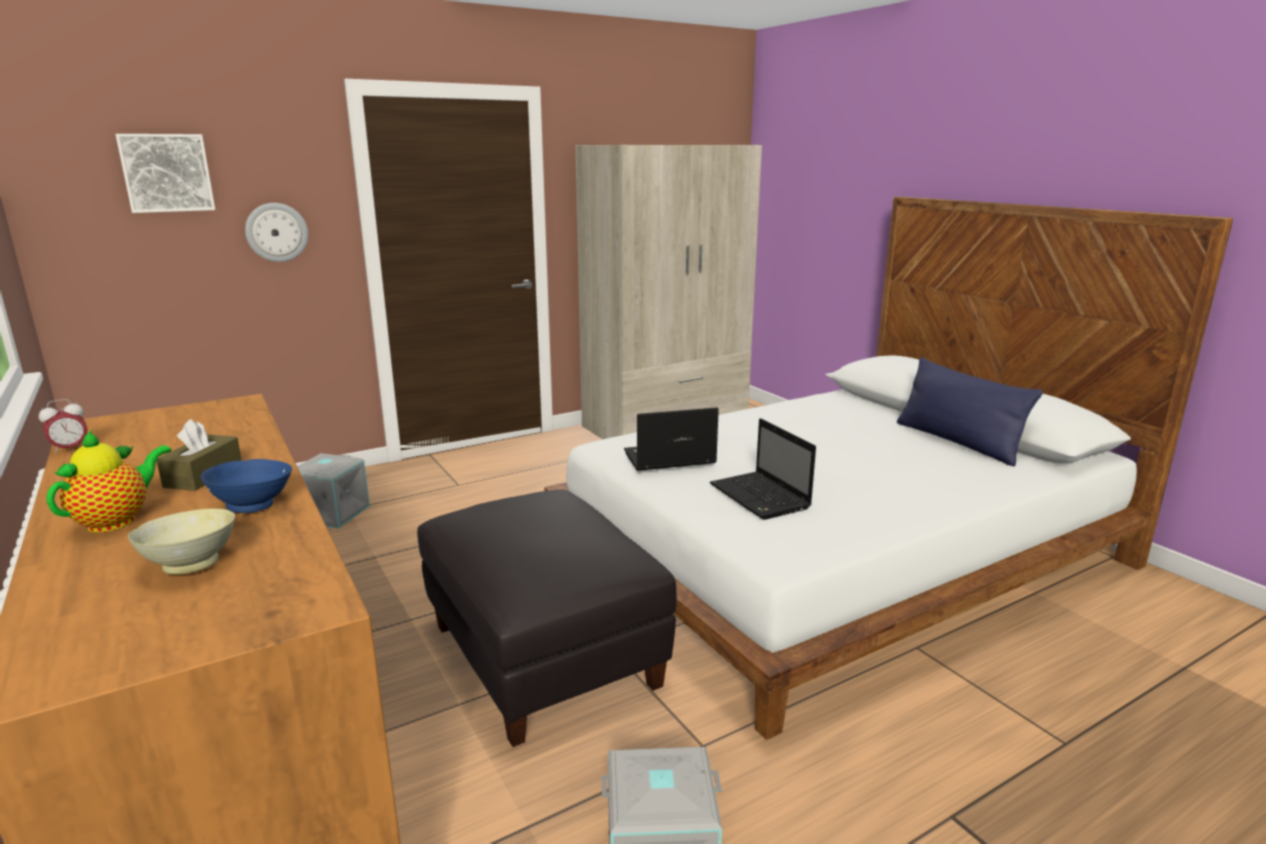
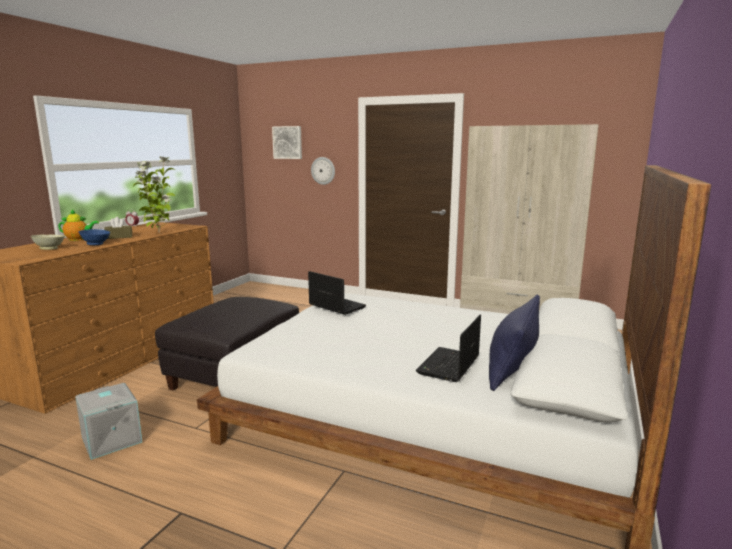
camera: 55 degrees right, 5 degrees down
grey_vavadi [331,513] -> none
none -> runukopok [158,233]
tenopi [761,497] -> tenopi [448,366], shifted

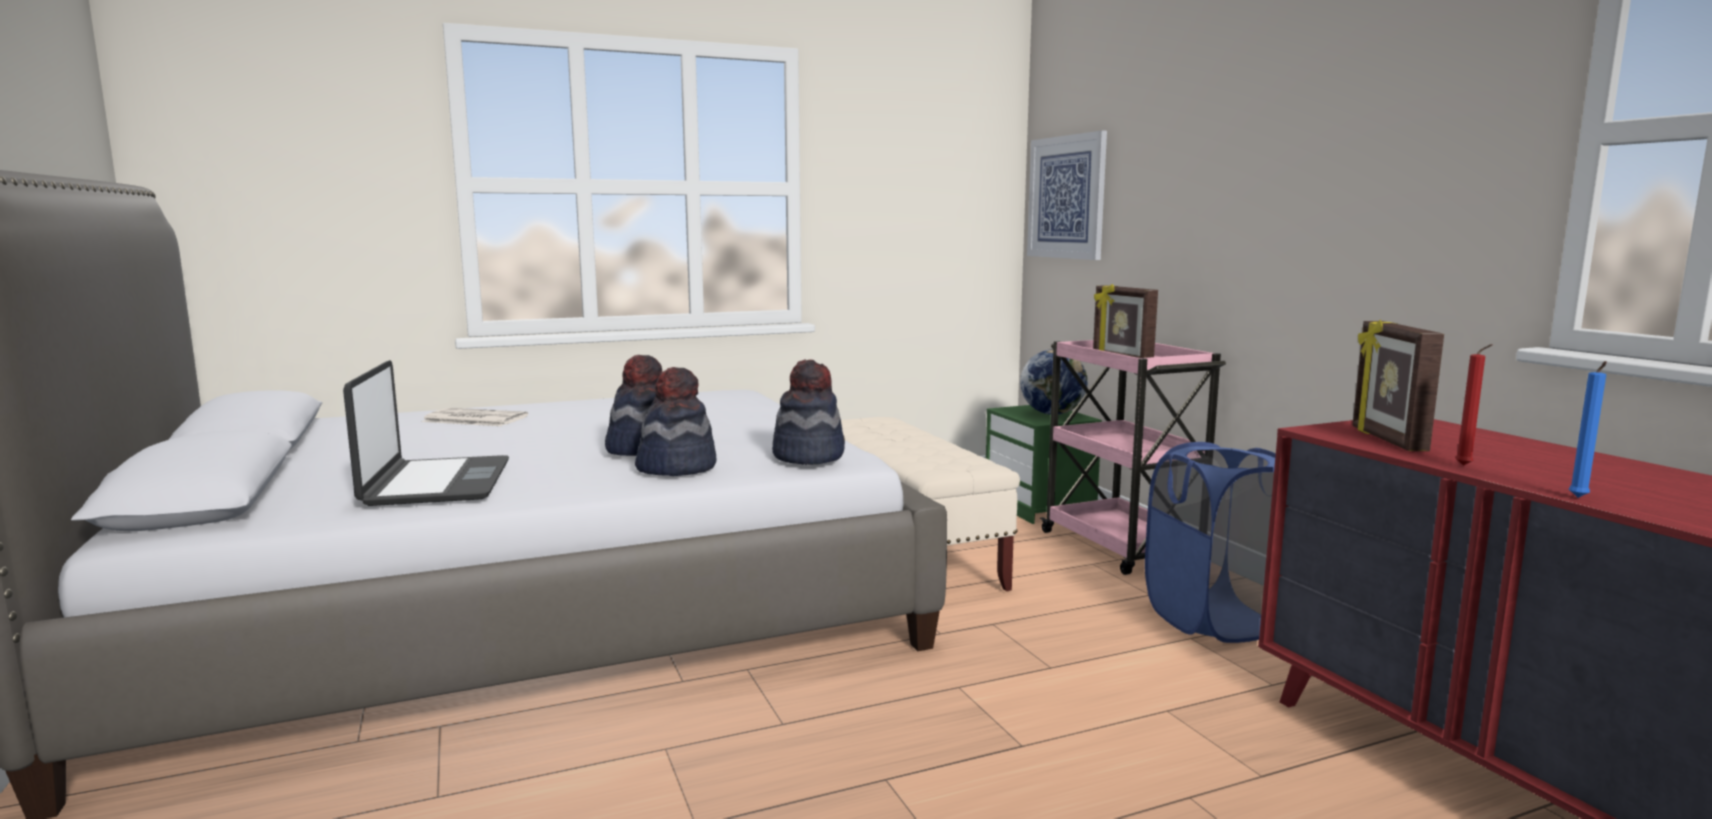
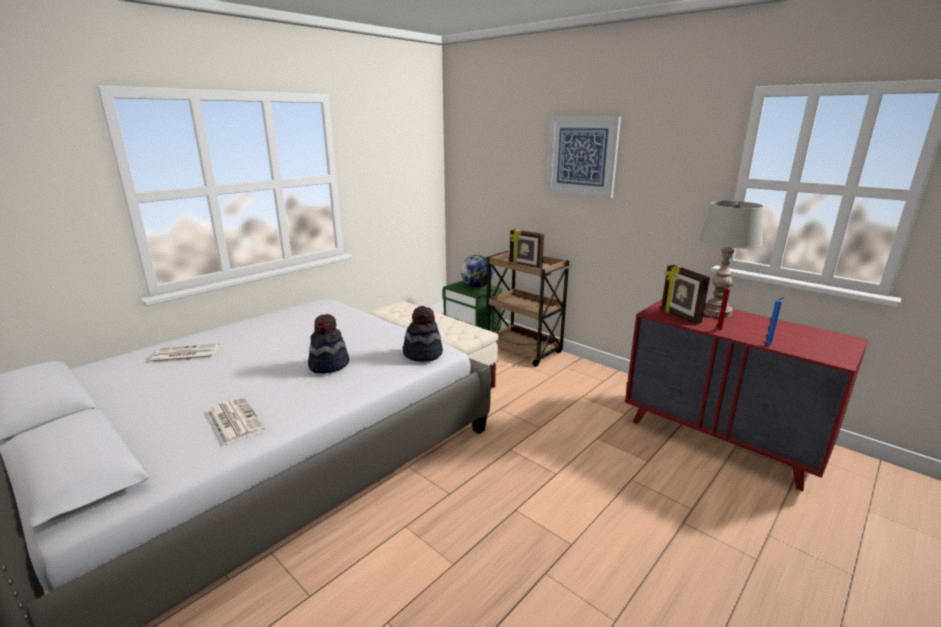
camera: 25 degrees left, 10 degrees up
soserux [676,467] -> none
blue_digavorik [1214,619] -> none
none -> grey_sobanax [716,312]
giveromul [1066,197] -> giveromul [582,156], shifted
tenopi [436,483] -> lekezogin [234,420]
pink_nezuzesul [1122,548] -> brown_nezuzesul [524,350]

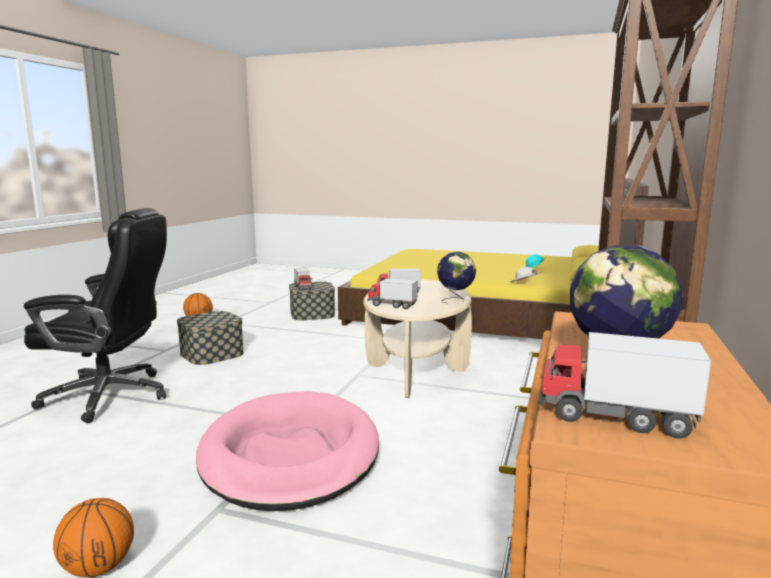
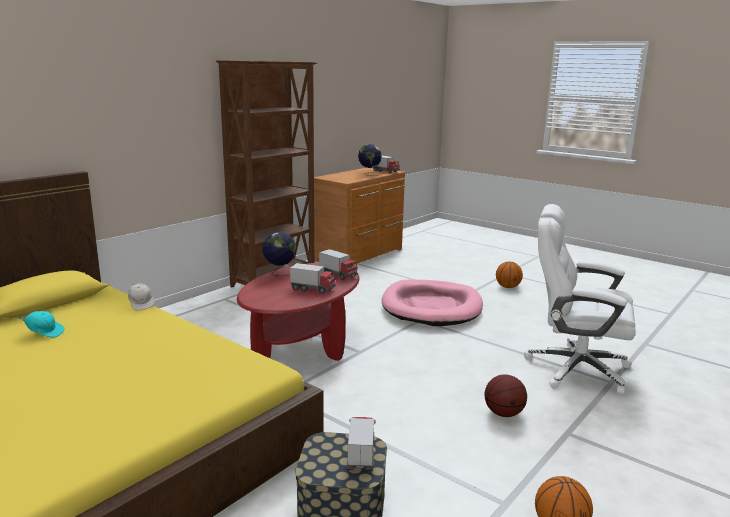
camera: 160 degrees left, 5 degrees up
vavadi [212,353] -> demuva [503,413]
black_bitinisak [110,396] -> white_bitinisak [575,368]
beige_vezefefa [416,368] -> red_vezefefa [302,349]

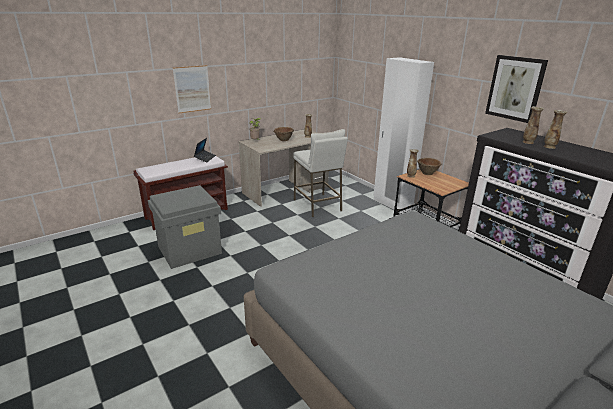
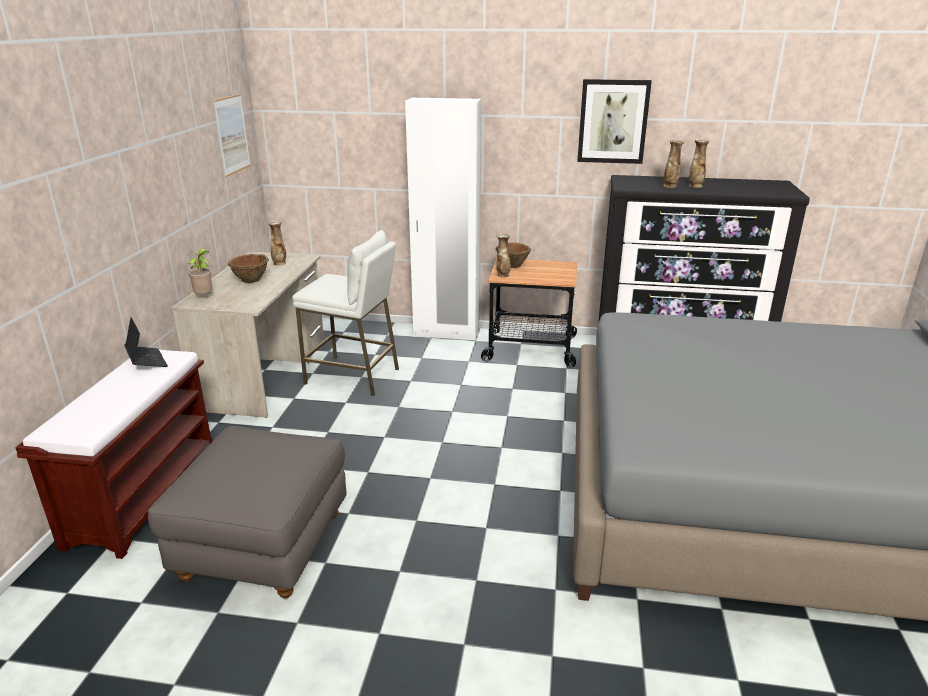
camera: 45 degrees left, 0 degrees up
giveromul [192,89] -> giveromul [232,134], shifted
grey_vavadi [190,249] -> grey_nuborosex [263,545]

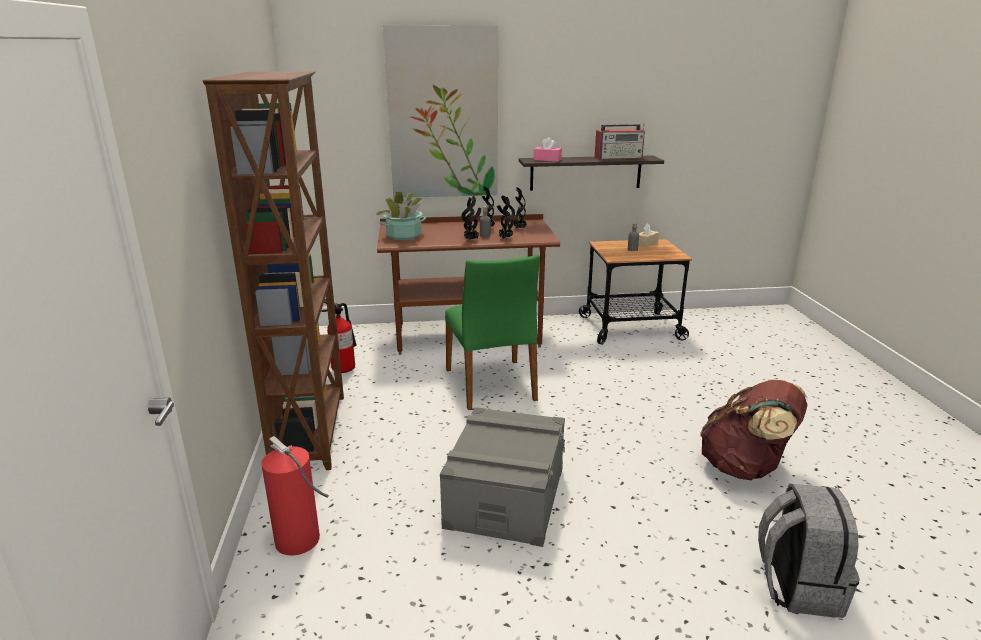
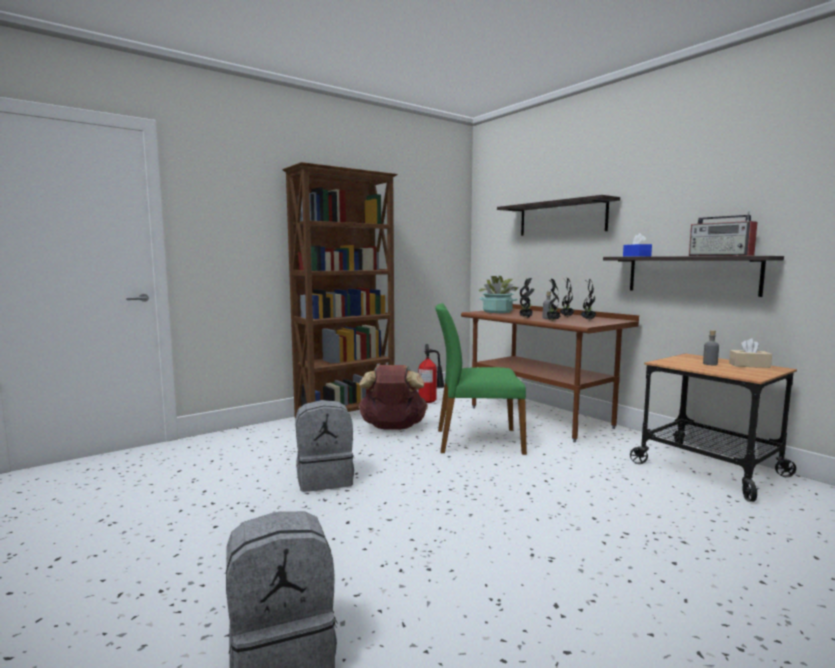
camera: 60 degrees right, 15 degrees down
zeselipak [298,541] -> none
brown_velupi [745,468] -> brown_velupi [392,428], shifted
giveromul [443,114] -> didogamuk [561,218]
grey_vavadi [505,497] -> grey_velupi [325,479]
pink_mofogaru [547,159] -> blue_mofogaru [636,256]
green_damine [492,384] -> green_damine [477,441], 45 degrees clockwise

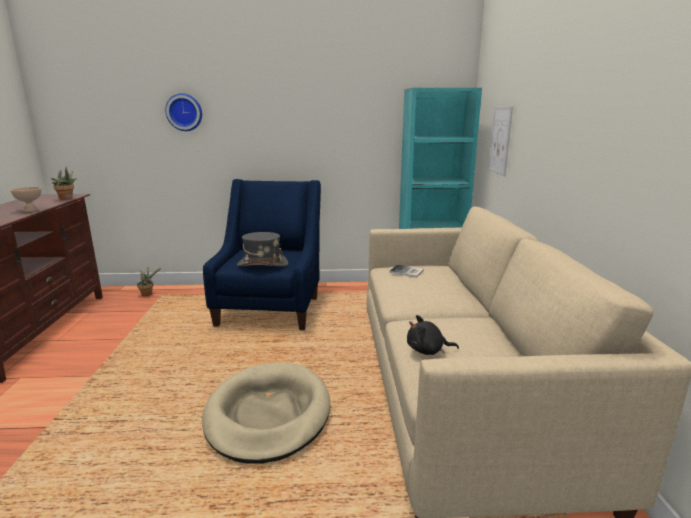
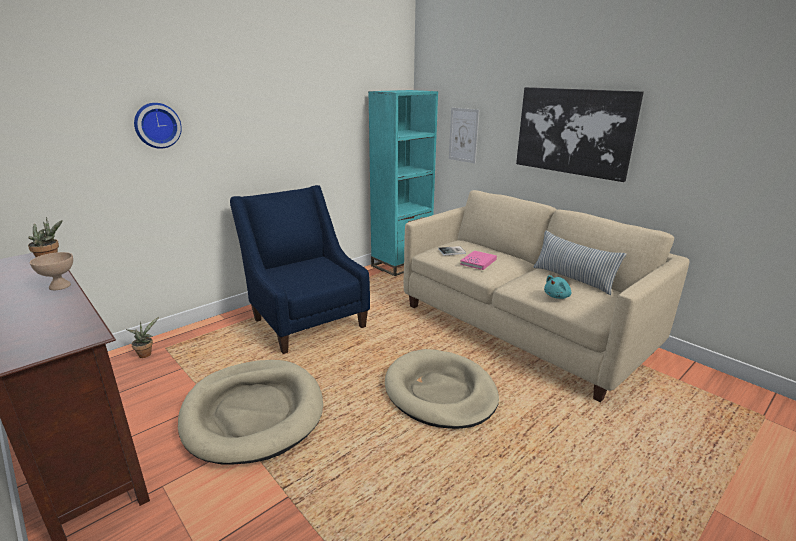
camera: 40 degrees left, 5 degrees up
grey_soserux [262,264] -> none
none -> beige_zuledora [253,413]
none -> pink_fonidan [478,262]
none -> giveromul [573,131]
none -> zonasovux [573,279]
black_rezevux [427,350] -> turquoise_rezevux [557,296]

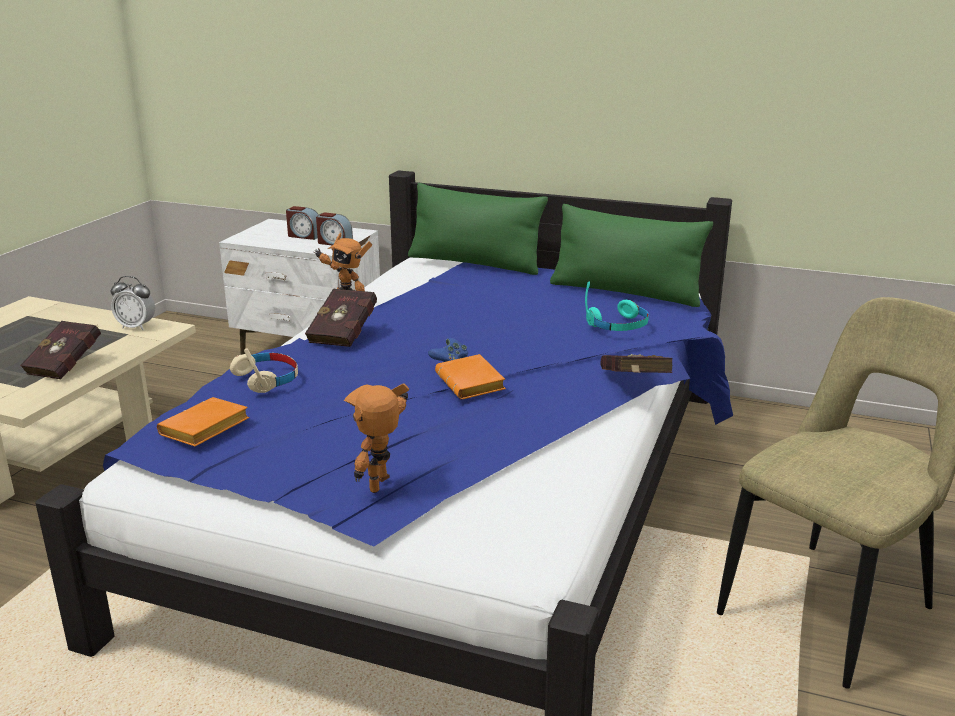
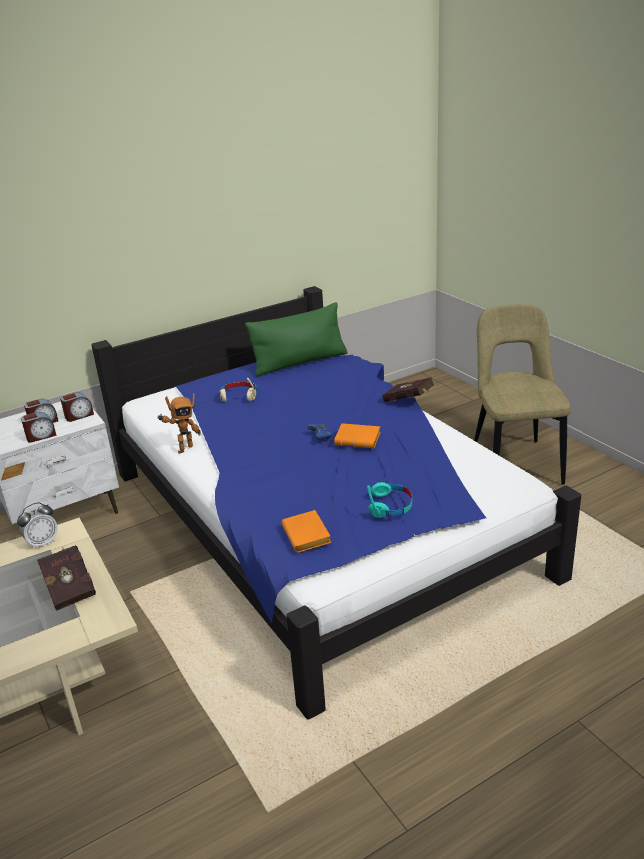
camera: 50 degrees left, 5 degrees up
red_fonidan [345,334] -> none
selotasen [385,486] -> none
green_zonasovux [475,263] -> none
none -> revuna [41,436]
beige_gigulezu [267,379] -> beige_gigulezu [239,396], shifted
turquoise_gigulezu [618,326] -> turquoise_gigulezu [390,506], shifted

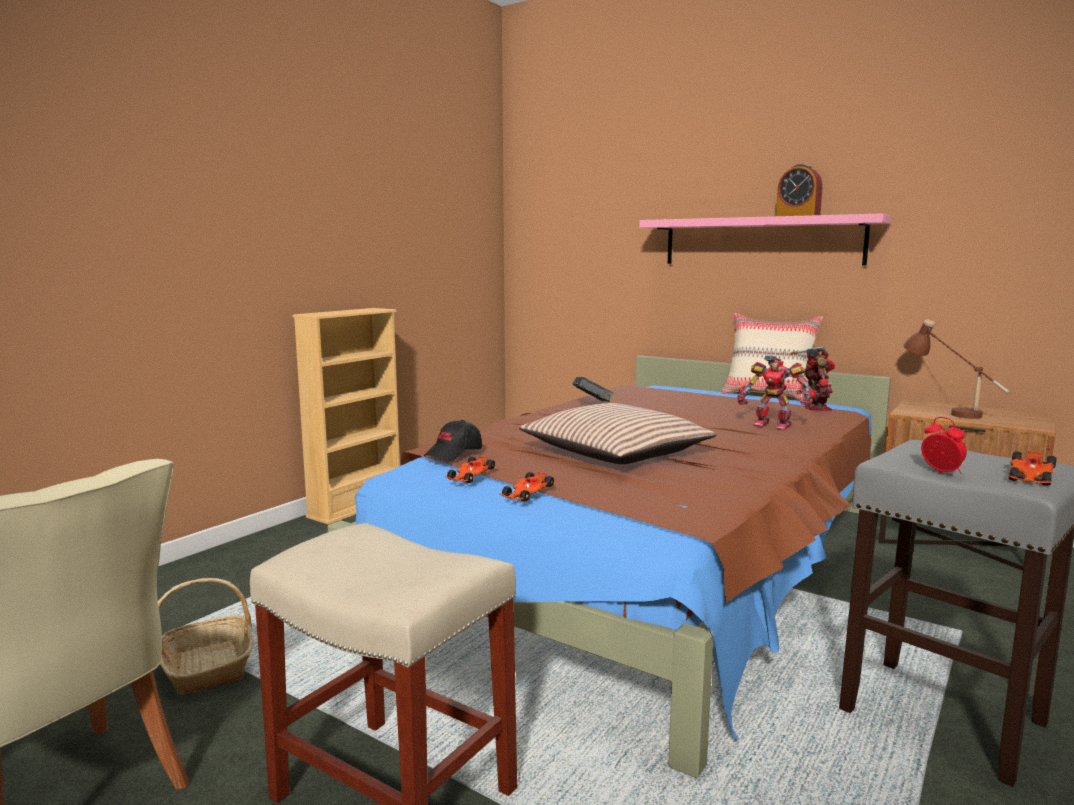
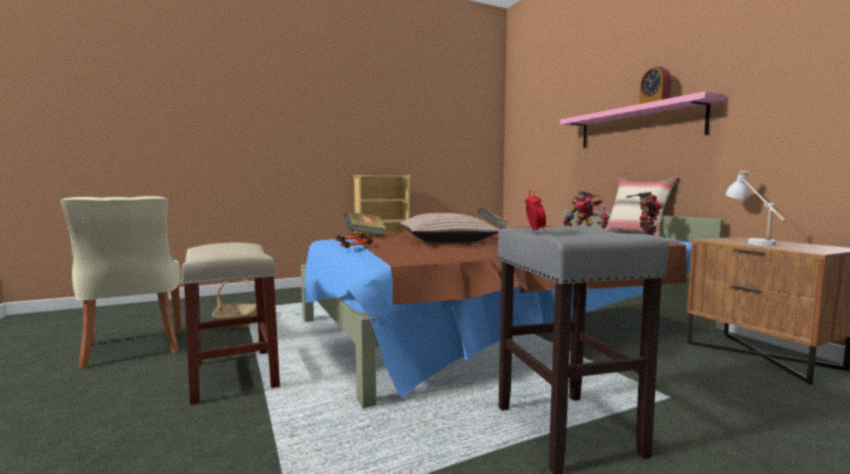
camera: 30 degrees right, 5 degrees down
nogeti [1030,477] -> none
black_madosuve [454,454] -> fonidan [365,235]
brown_sobanax [949,411] -> white_sobanax [752,242]

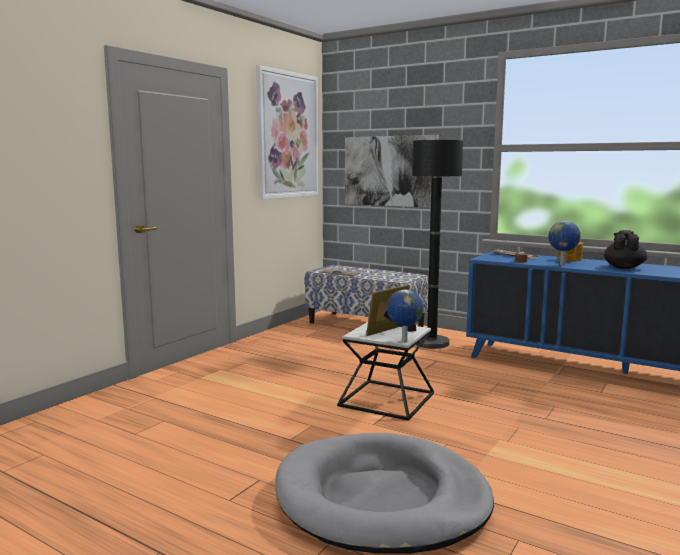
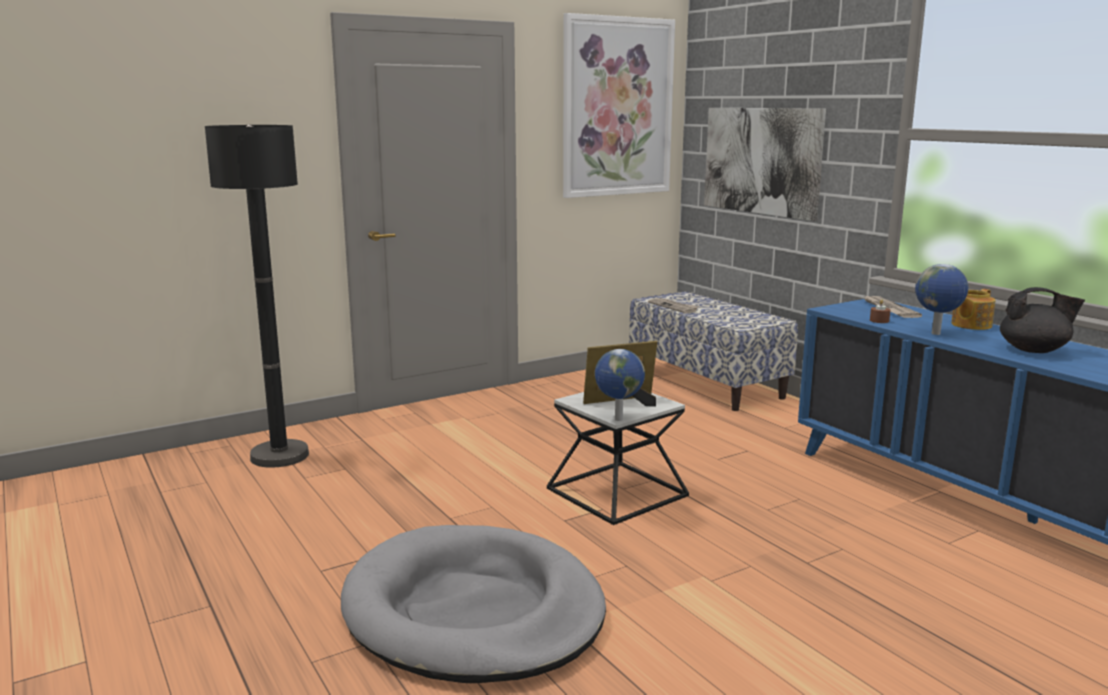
camera: 25 degrees right, 5 degrees up
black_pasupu [431,343] -> black_pasupu [279,456], shifted
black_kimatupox [623,267] -> black_kimatupox [1034,350], 60 degrees clockwise

